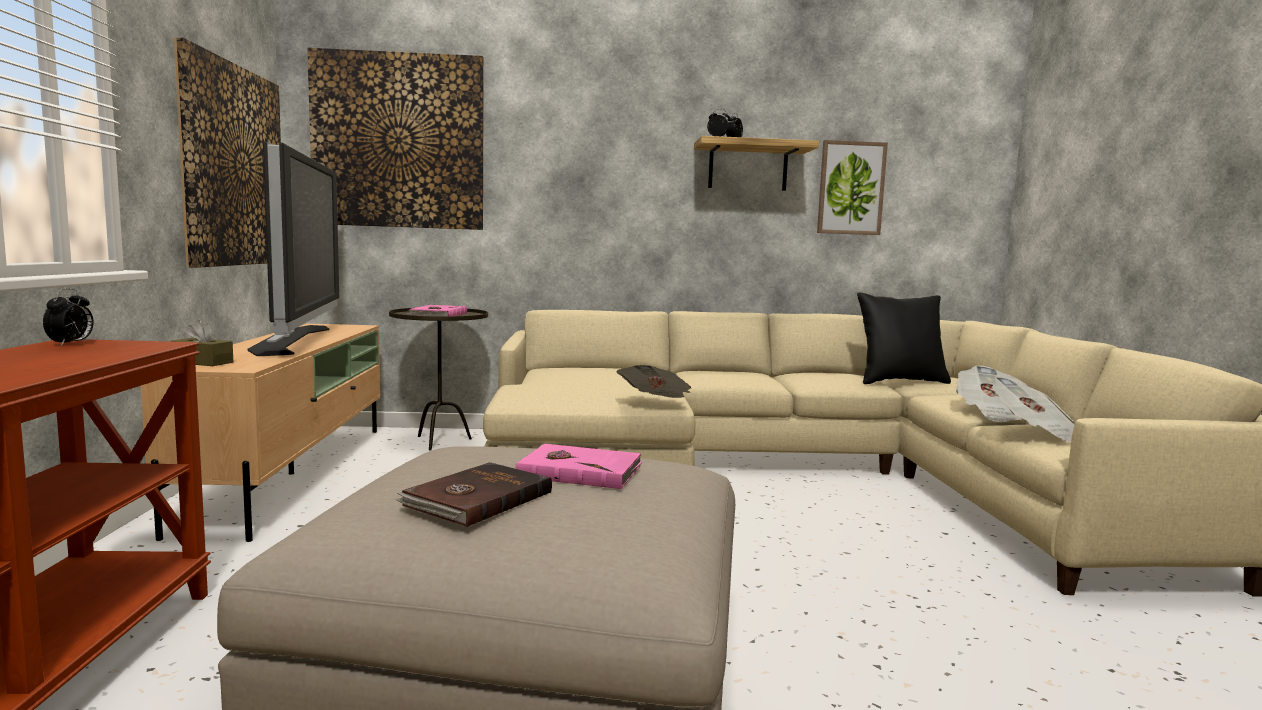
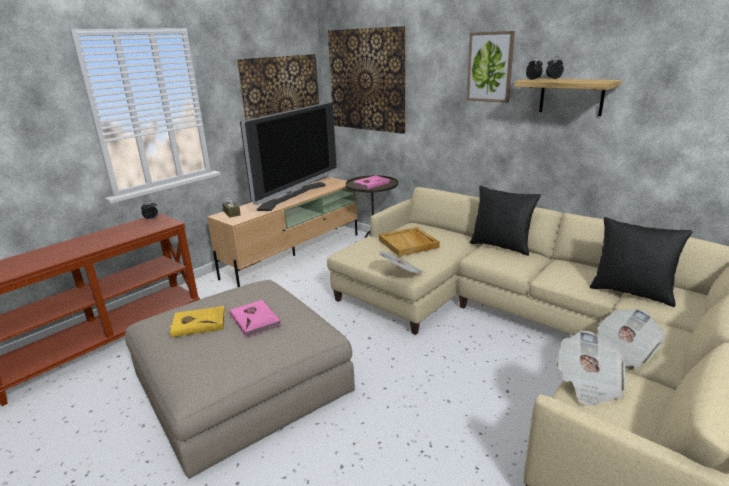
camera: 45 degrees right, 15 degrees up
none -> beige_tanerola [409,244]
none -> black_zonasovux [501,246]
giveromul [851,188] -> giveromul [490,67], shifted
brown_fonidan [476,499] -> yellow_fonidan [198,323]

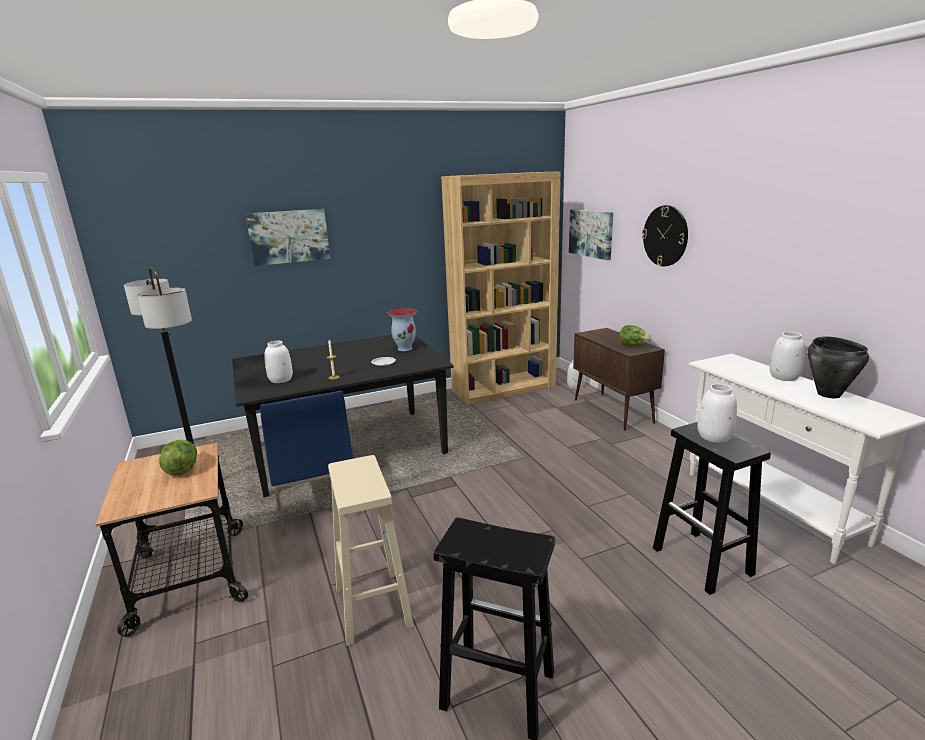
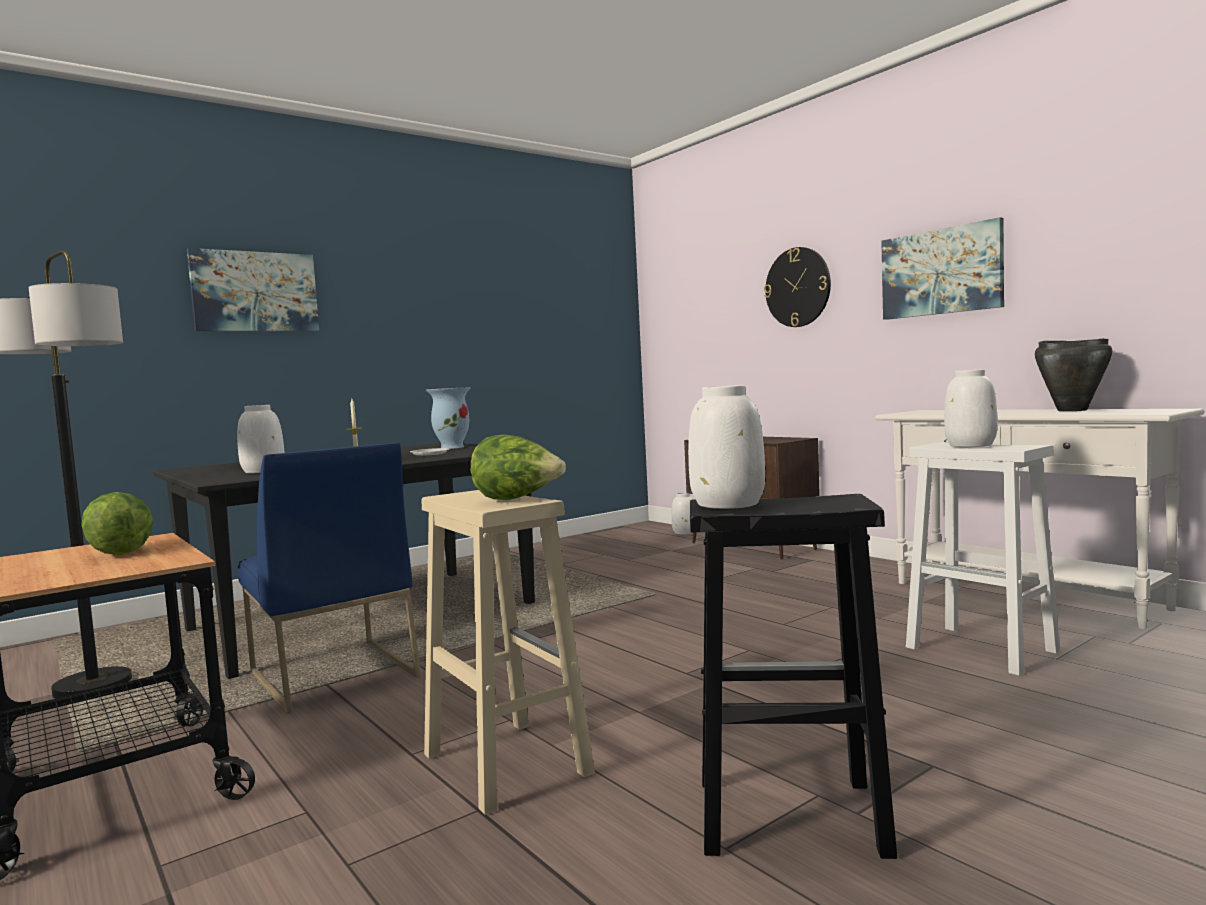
camera: 15 degrees left, 15 degrees down
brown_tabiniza [504,388] -> none
giveromul [591,233] -> giveromul [941,272], shifted
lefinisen [633,346] -> lefinisen [517,499], shifted
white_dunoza [784,377] -> white_dunoza [729,504], shifted
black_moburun [703,562] -> white_moburun [983,650]

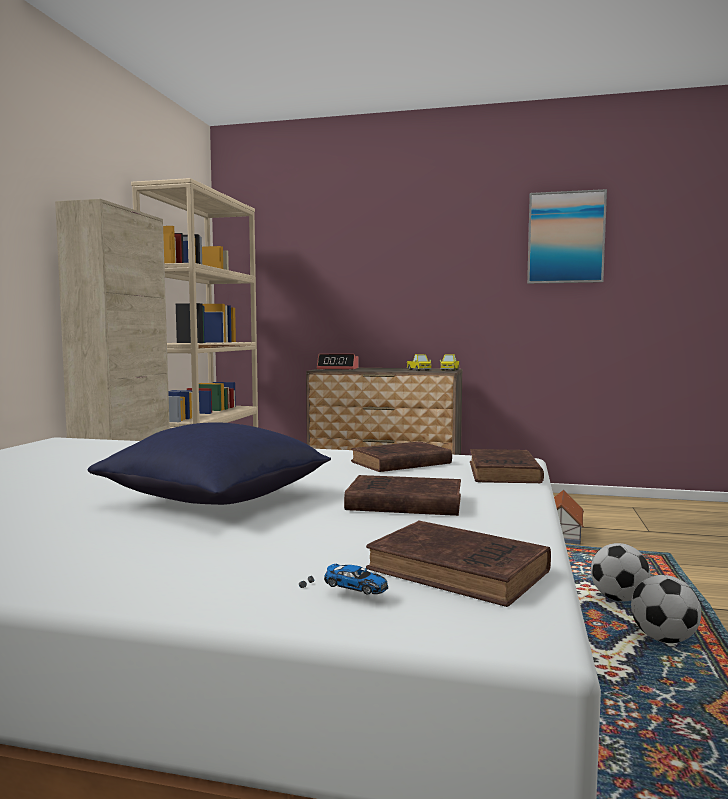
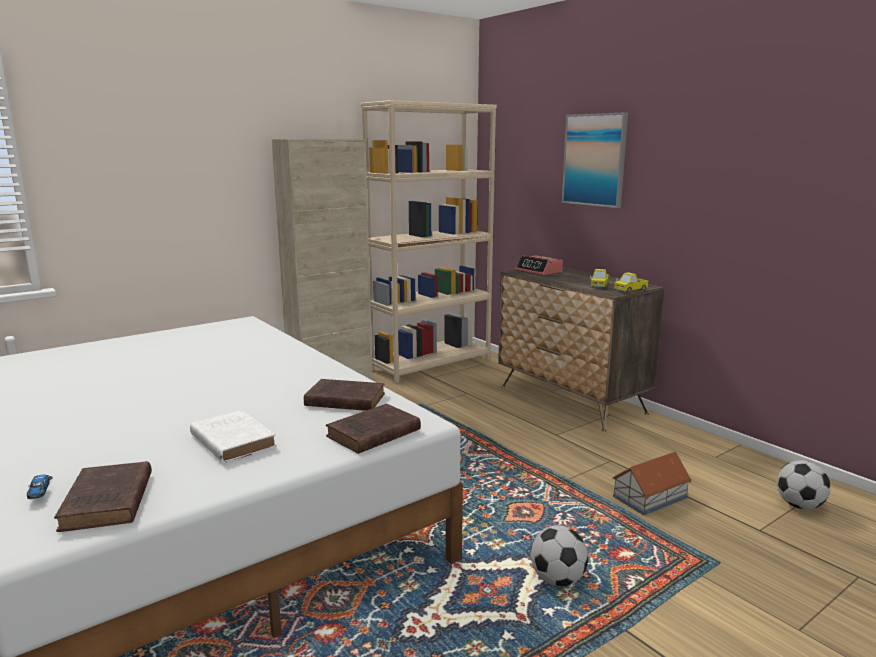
camera: 40 degrees right, 10 degrees up
blue_zonasovux [216,500] -> none
giveromul [565,238] -> giveromul [594,160], shifted
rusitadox [664,639] -> rusitadox [800,505], shifted
brown_fonidan [401,503] -> white_fonidan [232,440]

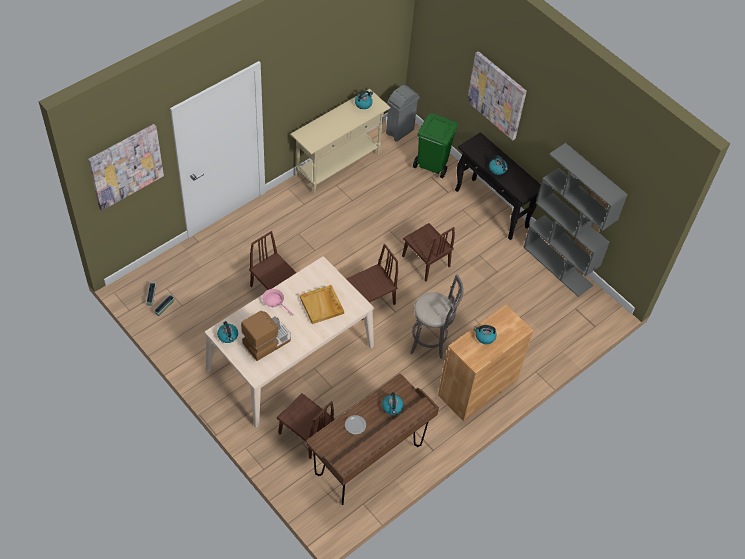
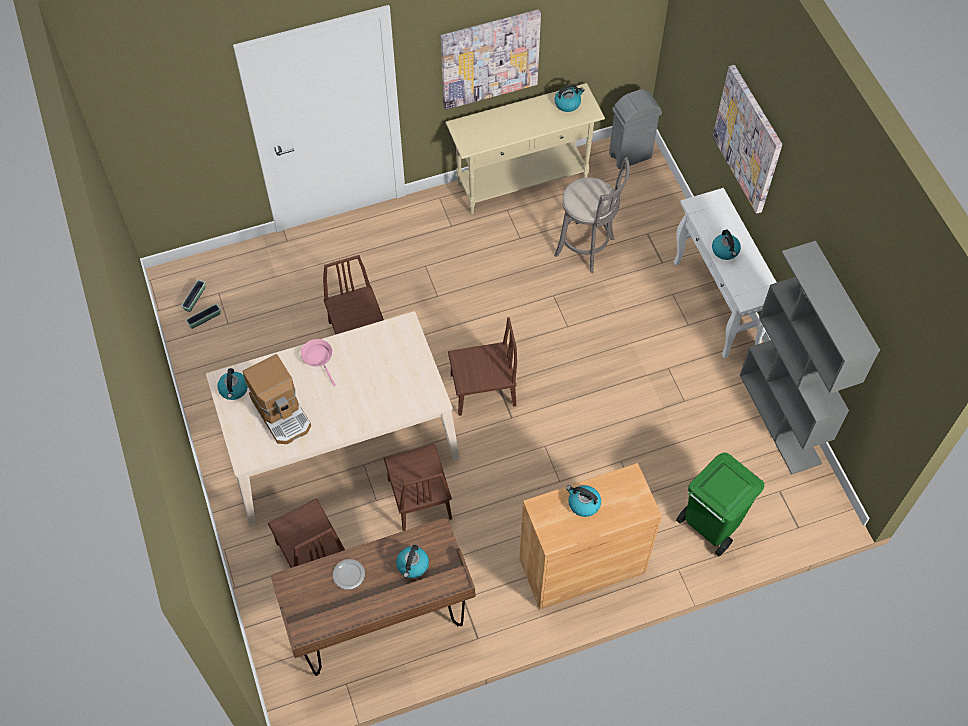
camera: 25 degrees right, 5 degrees up
beige_tanerola [322,305] -> none
giveromul [126,166] -> giveromul [489,58], shifted
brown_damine [425,261] -> brown_damine [419,498], shifted
grey_moburun [431,341] -> grey_moburun [587,248], shifted
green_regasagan [431,165] -> green_regasagan [710,525], shifted
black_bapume [492,209] -> white_bapume [716,305]
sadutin [267,341] -> sadutin [282,413], 75 degrees clockwise

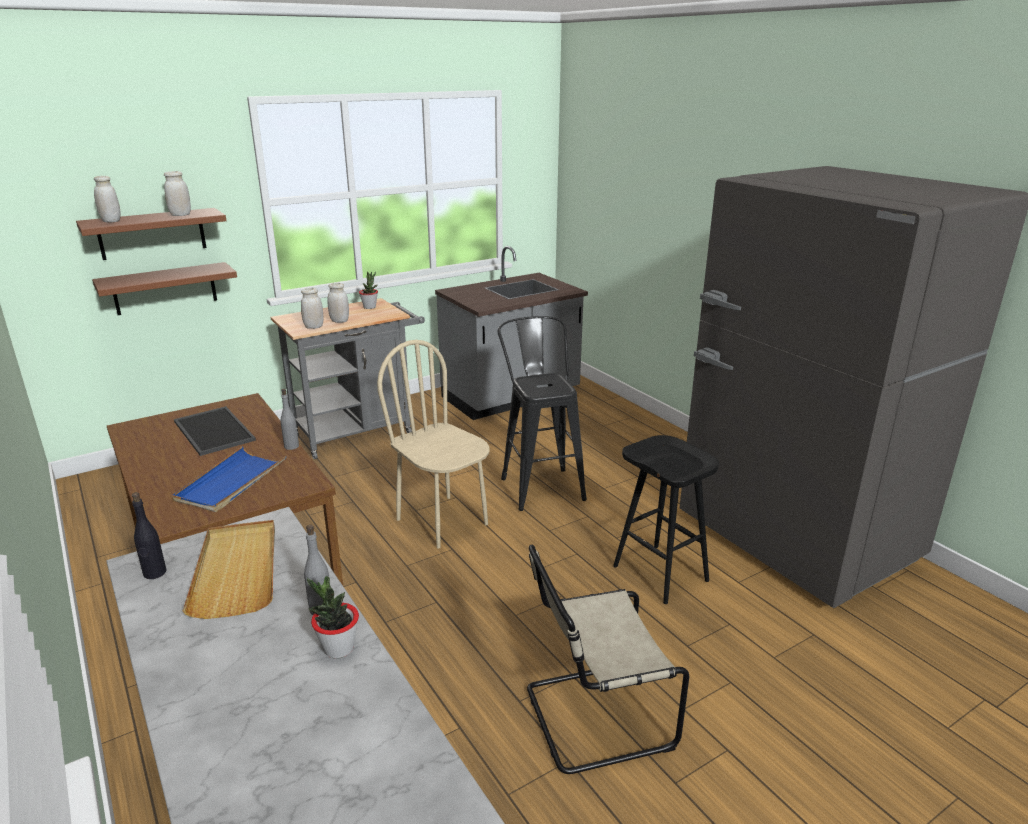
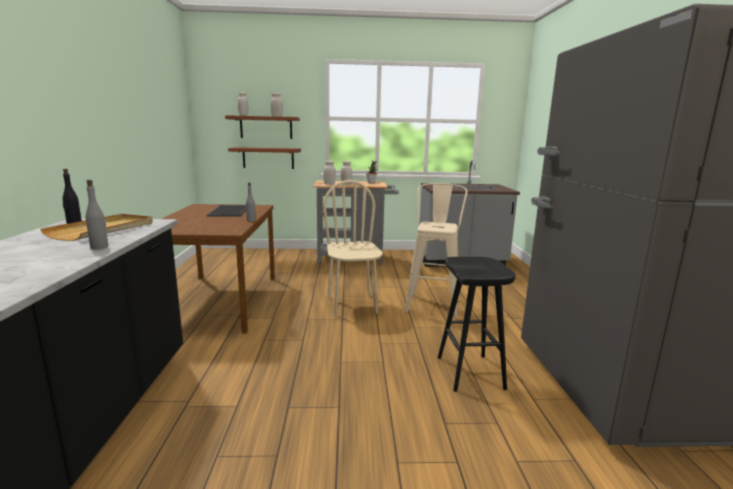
camera: 30 degrees right, 10 degrees down
blue_tanerola [231,482] -> none
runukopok [338,648] -> none
beige_damine [593,717] -> none
black_moburun [540,484] -> beige_moburun [433,303]

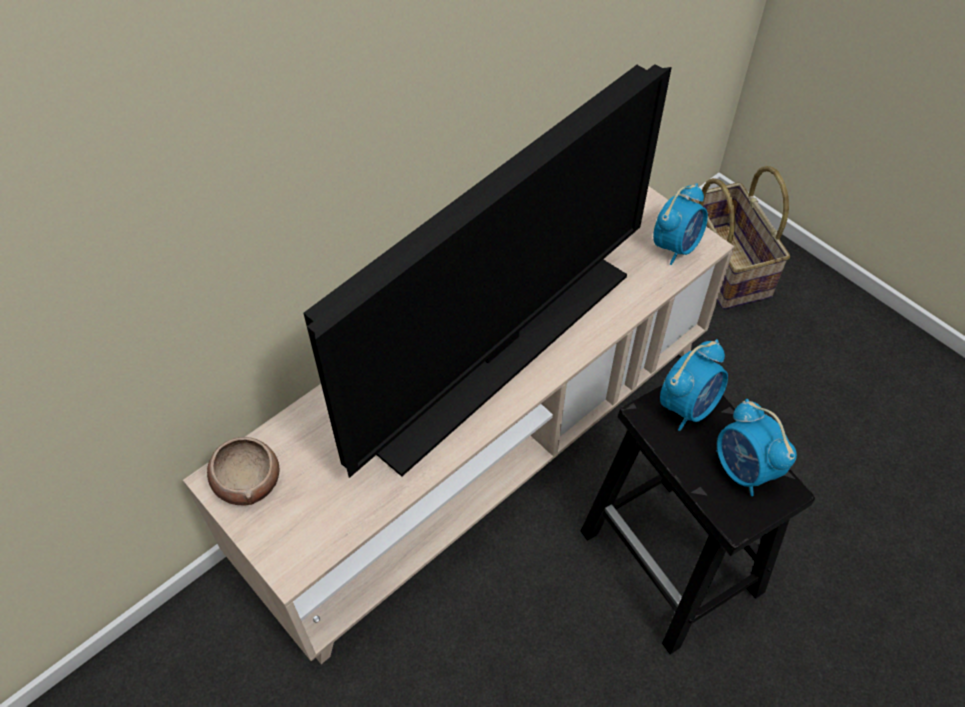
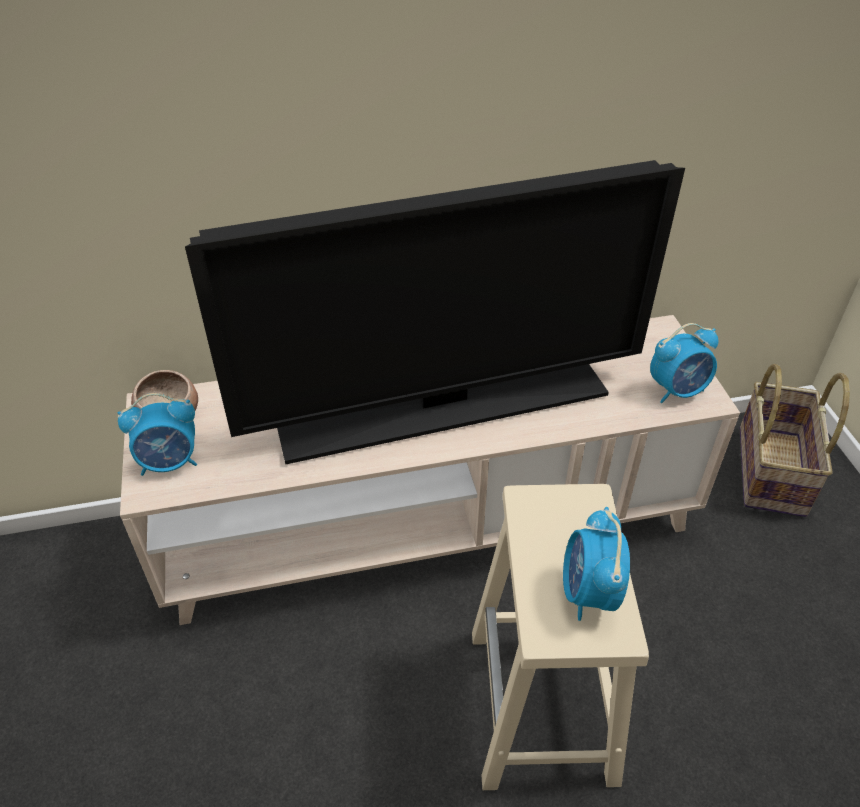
camera: 30 degrees right, 10 degrees down
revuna [688,406] -> revuna [170,462], shifted
black_moburun [673,563] -> beige_moburun [542,708]

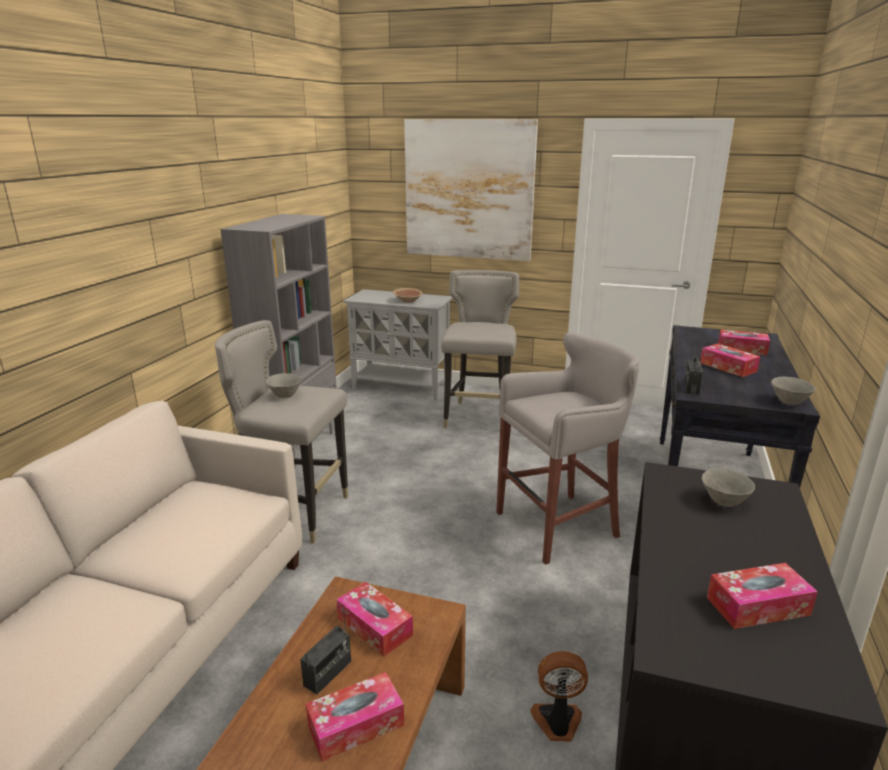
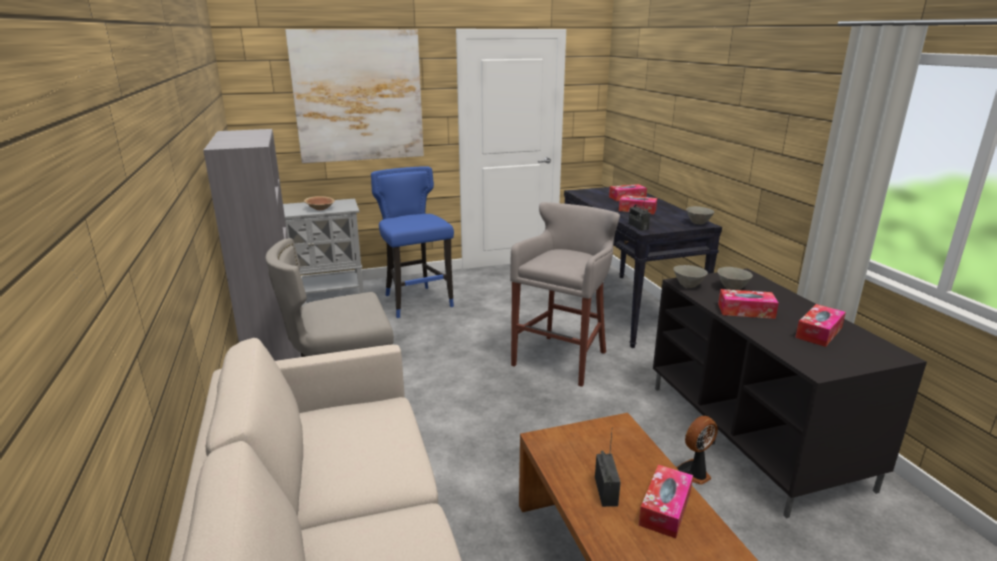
camera: 35 degrees left, 0 degrees up
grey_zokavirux [285,396] -> grey_zokavirux [688,286], shifted
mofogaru [374,627] -> mofogaru [746,311], shifted
grey_moburun [479,416] -> blue_moburun [416,301]

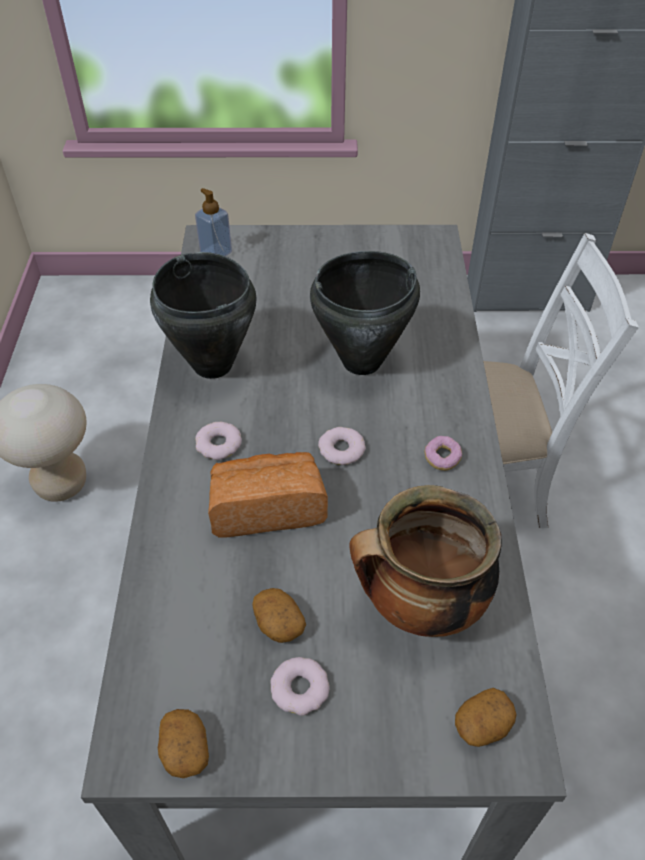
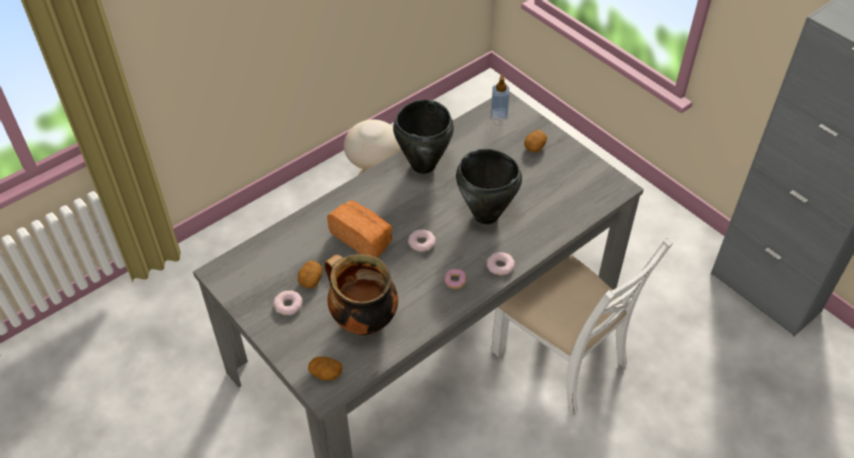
camera: 50 degrees right, 0 degrees up
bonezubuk [184,749] -> bonezubuk [534,146], shifted
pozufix [219,444] -> pozufix [500,266], shifted

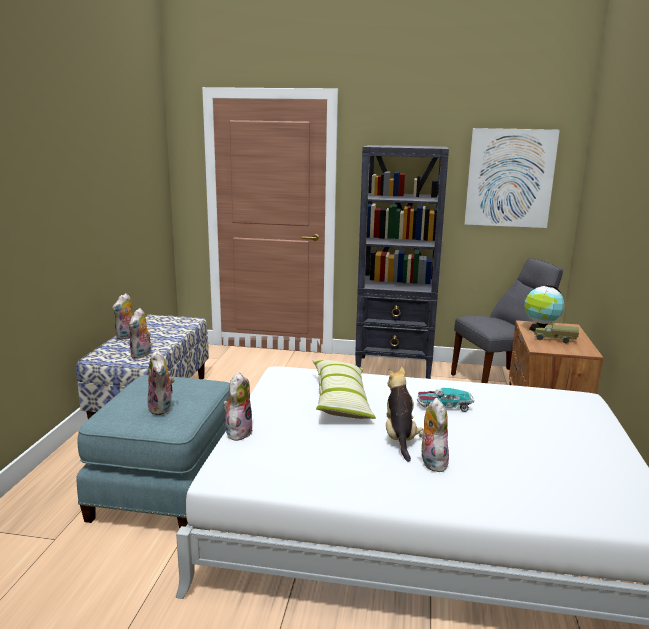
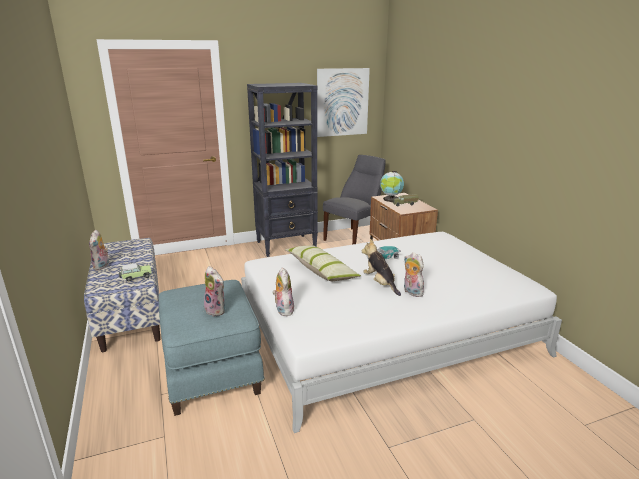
camera: 30 degrees left, 5 degrees up
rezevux [142,355] -> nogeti [136,277]

